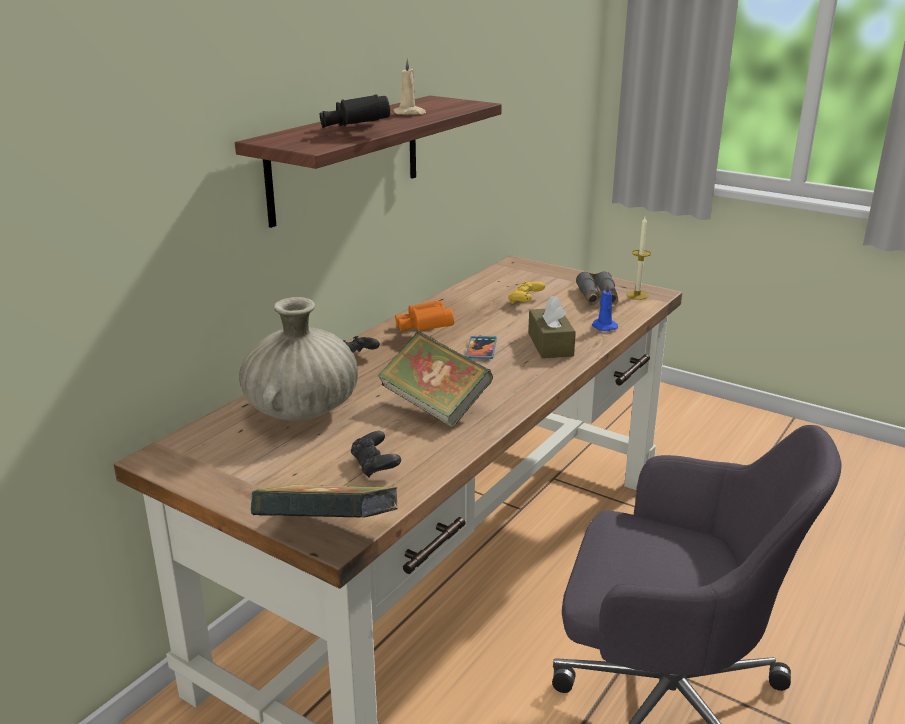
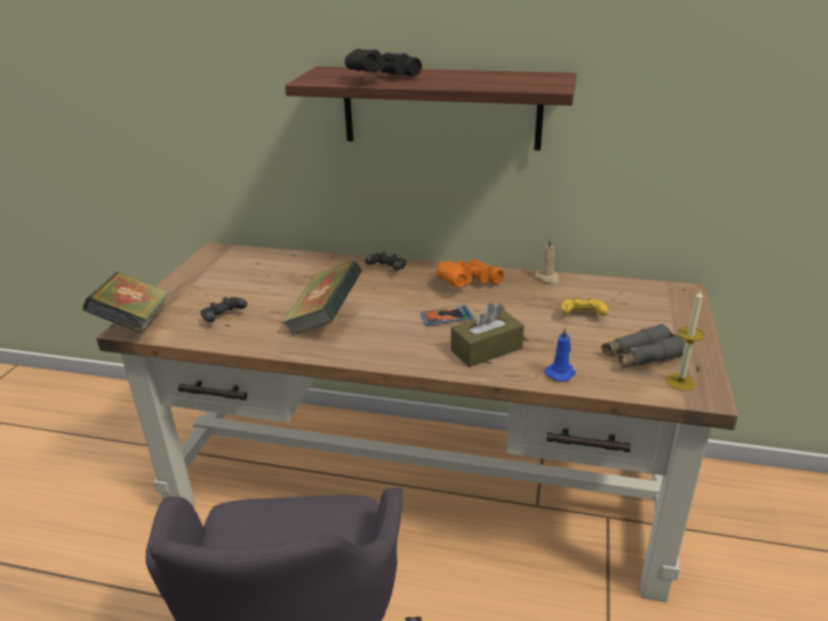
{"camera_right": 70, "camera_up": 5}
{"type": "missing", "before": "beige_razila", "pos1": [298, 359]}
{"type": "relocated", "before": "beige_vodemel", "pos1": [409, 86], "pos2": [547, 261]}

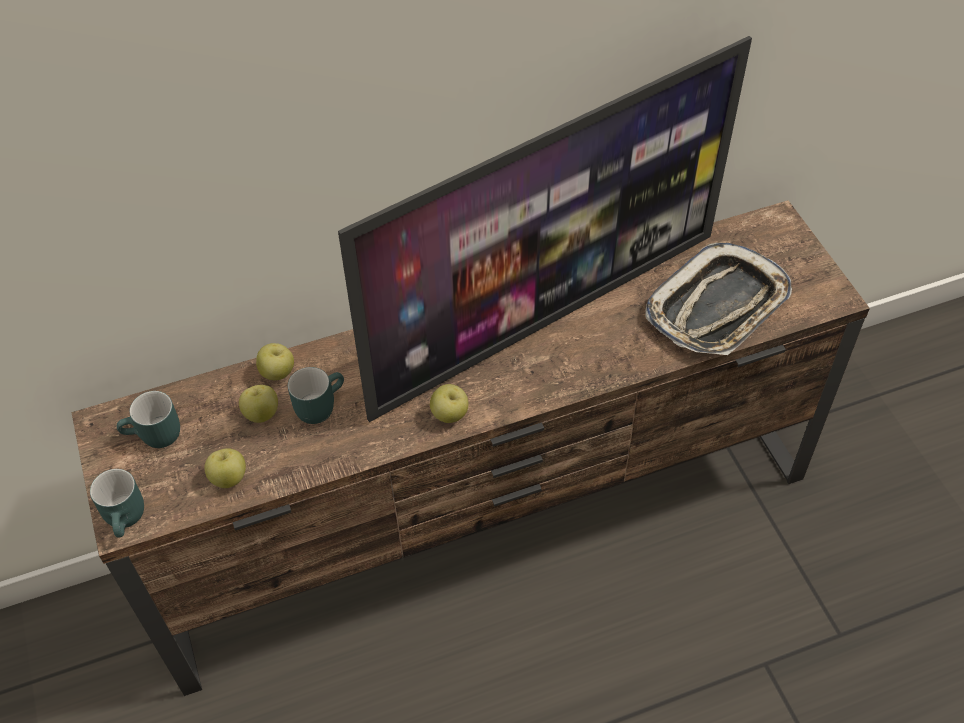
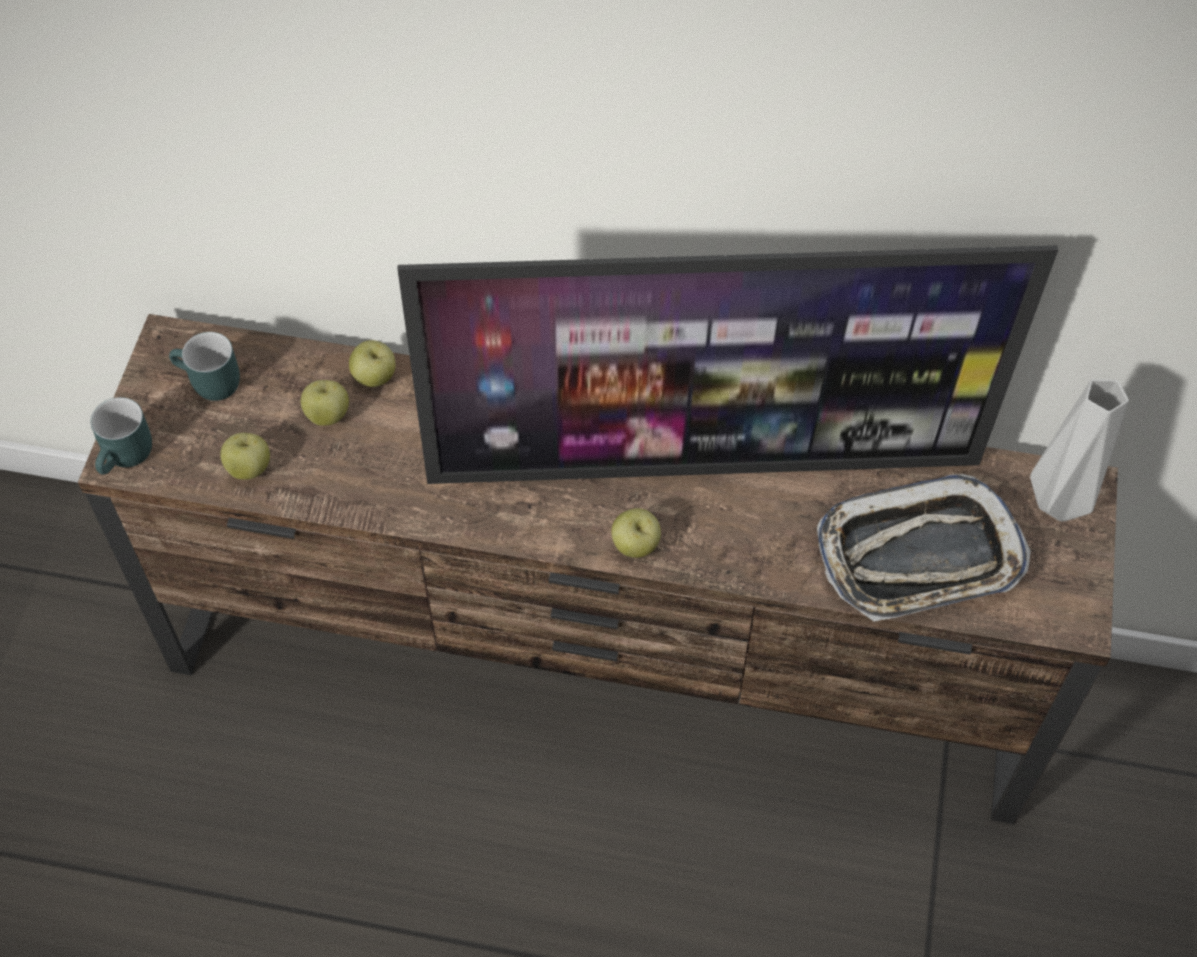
{"camera_right": 30, "camera_up": 5}
{"type": "missing", "before": "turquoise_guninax", "pos1": [316, 395]}
{"type": "relocated", "before": "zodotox", "pos1": [449, 403], "pos2": [636, 533]}
{"type": "appeared", "after": "grey_razila", "pos2": [1079, 450]}

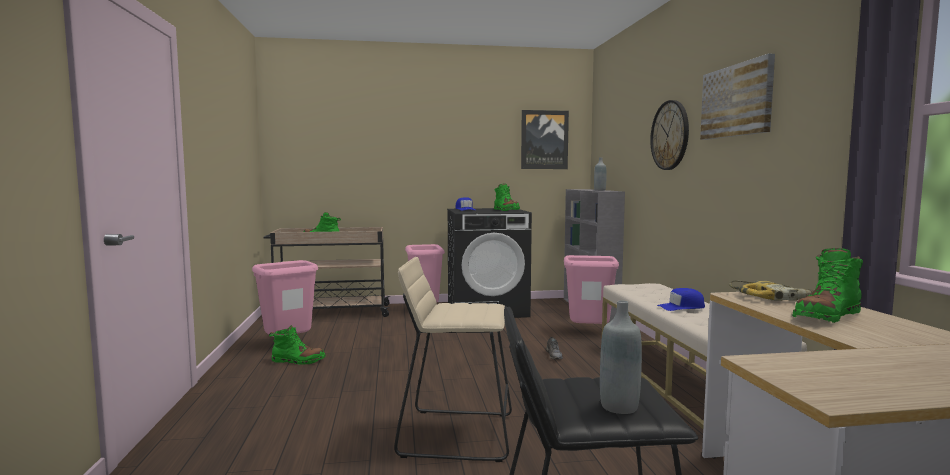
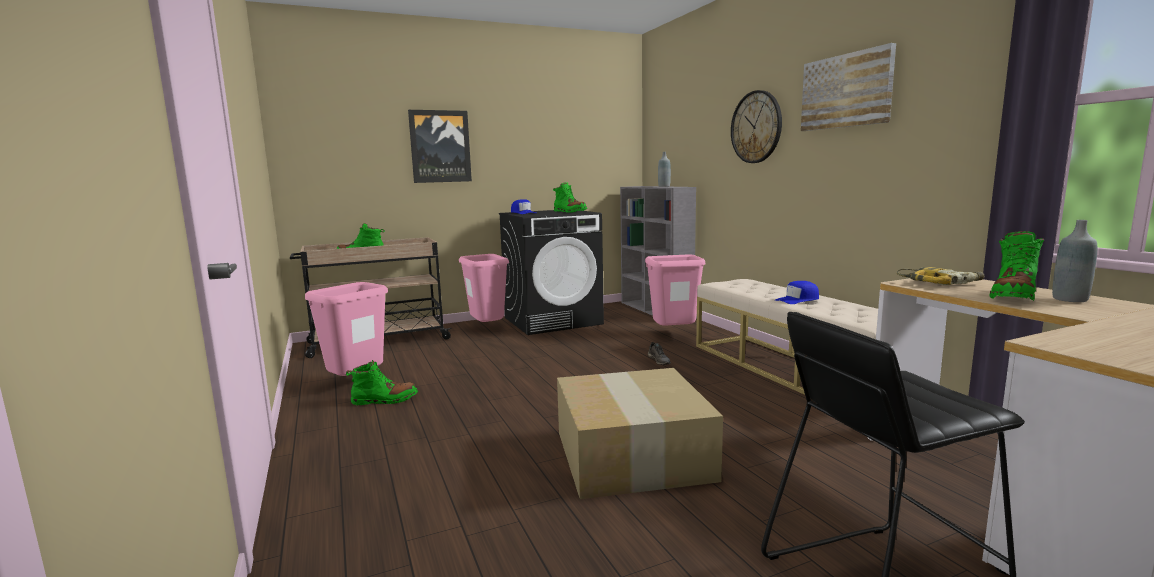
{"camera_right": -15, "camera_up": 5}
{"type": "exchanged", "before": "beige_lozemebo", "after": "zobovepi", "pos1": [453, 359], "pos2": [640, 433]}
{"type": "relocated", "before": "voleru", "pos1": [545, 139], "pos2": [440, 146]}
{"type": "relocated", "before": "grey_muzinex", "pos1": [621, 357], "pos2": [1074, 261]}

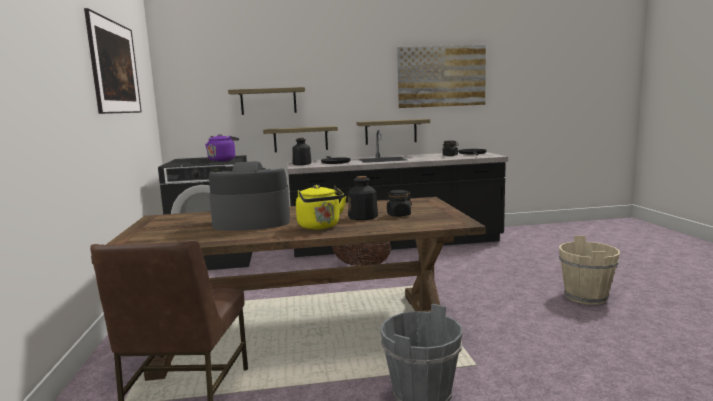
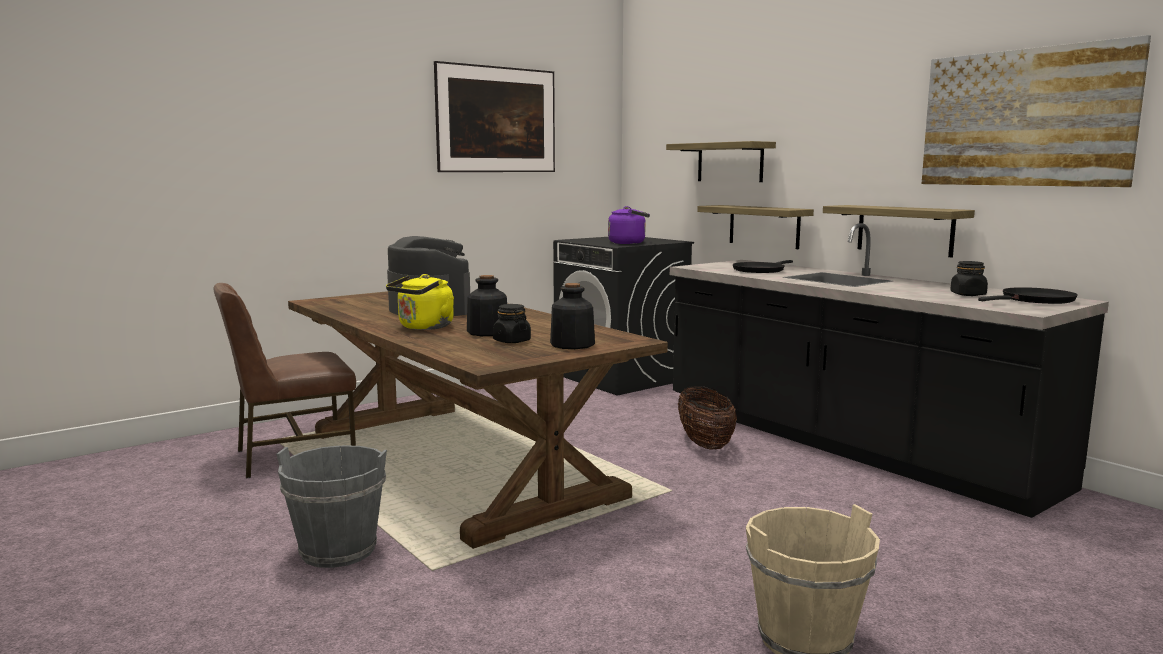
{"camera_right": 60, "camera_up": 0}
{"type": "relocated", "before": "muzinex", "pos1": [302, 151], "pos2": [572, 316]}

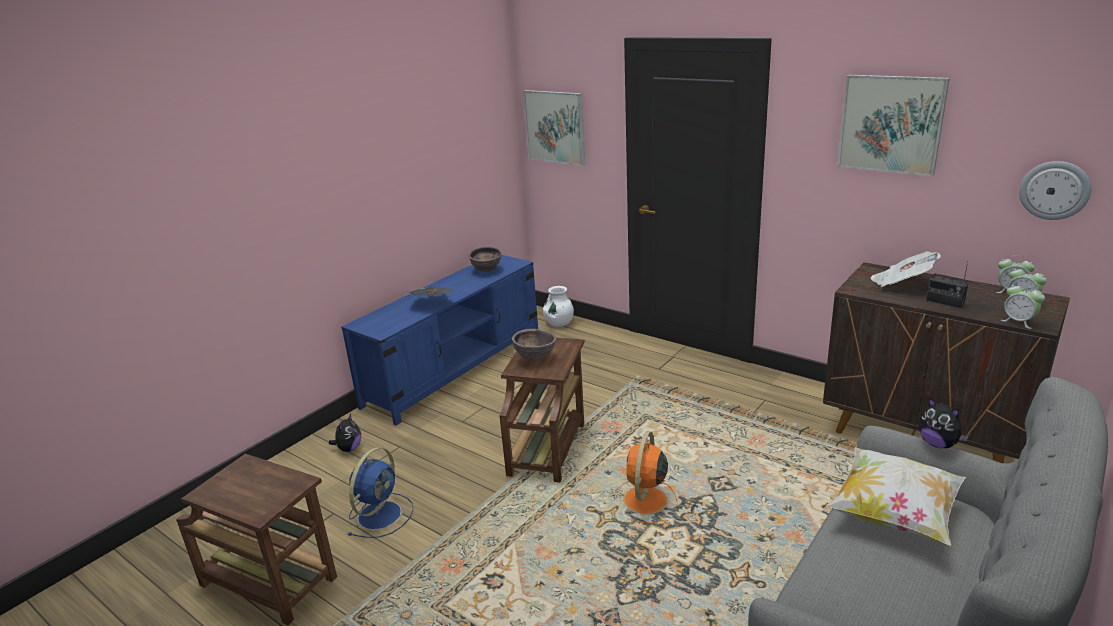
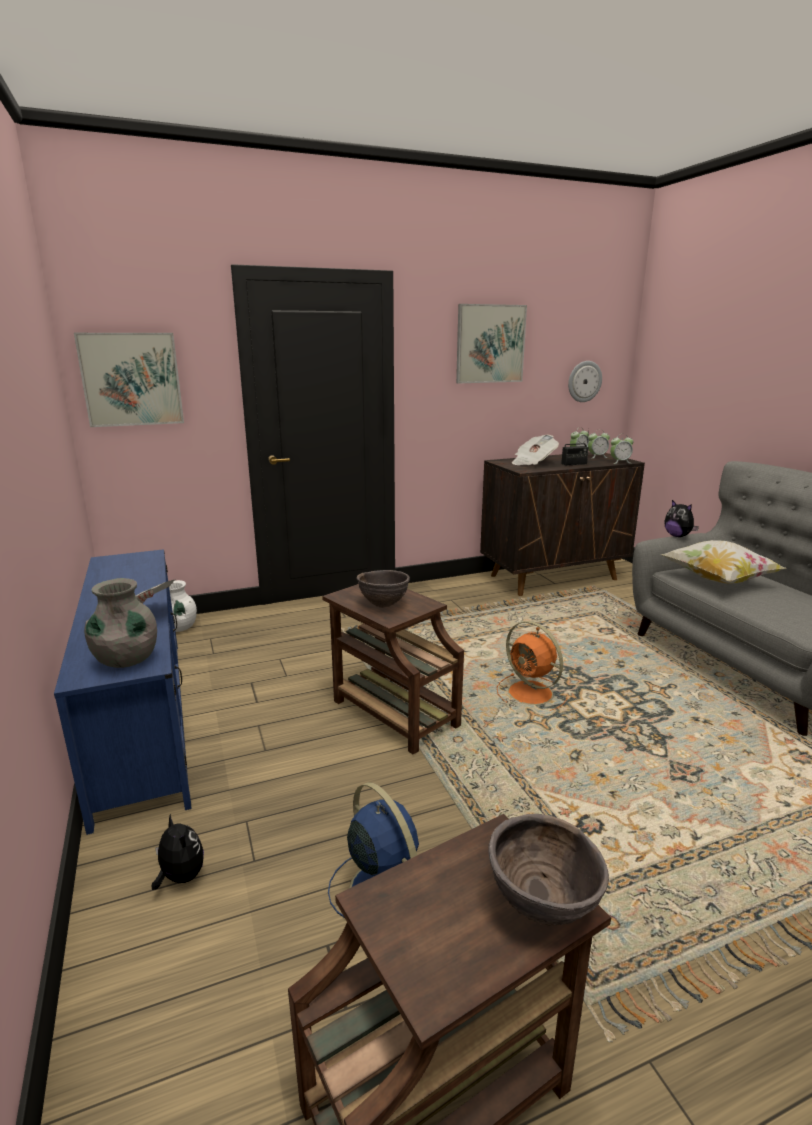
{"camera_right": -60, "camera_up": -5}
{"type": "relocated", "before": "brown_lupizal", "pos1": [485, 259], "pos2": [548, 870]}
{"type": "spun", "before": "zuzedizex", "pos1": [943, 422], "pos2": [681, 518], "turn": 60}
{"type": "appeared", "after": "grey_razila", "pos2": [120, 623]}

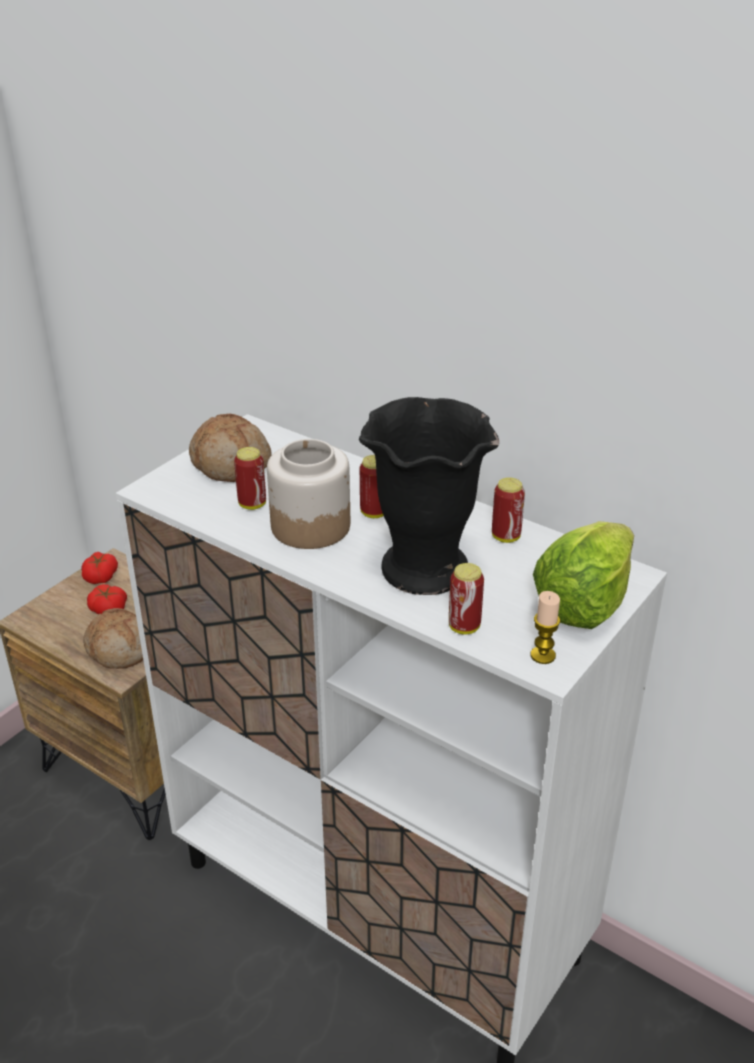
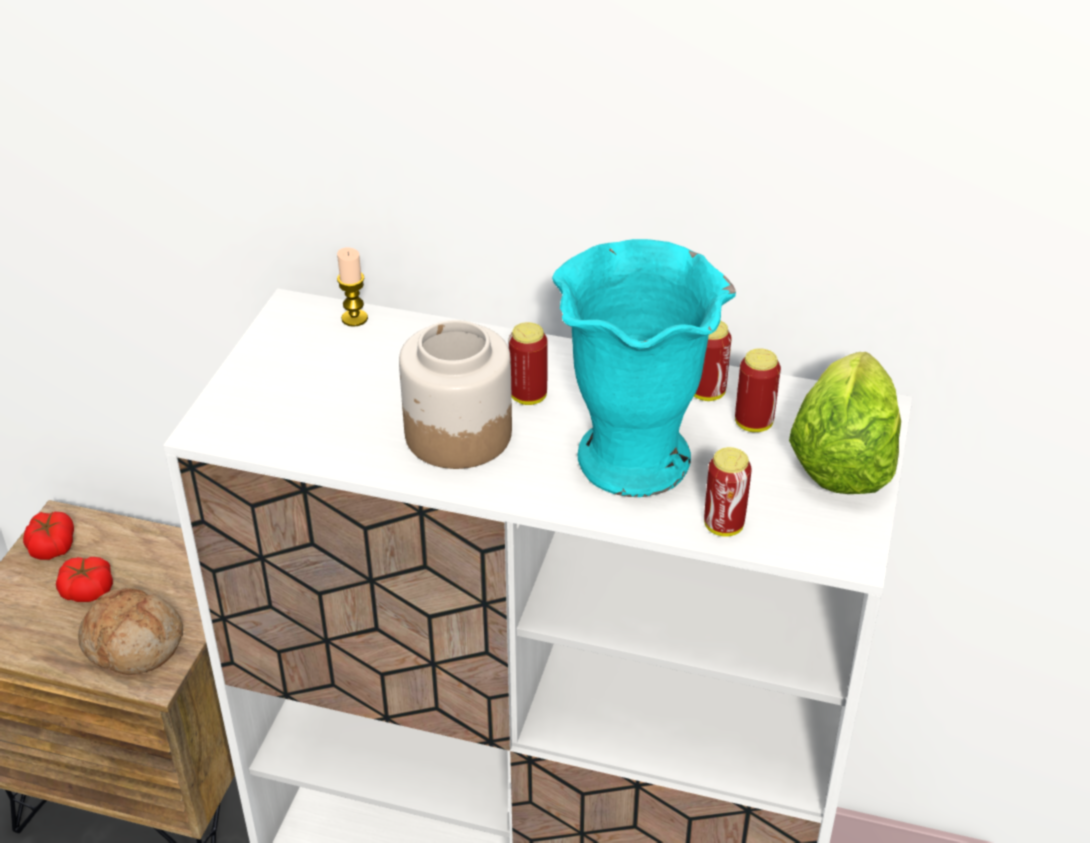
{"camera_right": -20, "camera_up": 5}
{"type": "missing", "before": "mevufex", "pos1": [230, 447]}
{"type": "relocated", "before": "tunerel", "pos1": [250, 478], "pos2": [758, 390]}
{"type": "colour", "before": "black_razila", "after": "turquoise_razila", "pos1": [429, 496], "pos2": [644, 368]}
{"type": "relocated", "before": "vodemel", "pos1": [545, 627], "pos2": [352, 287]}

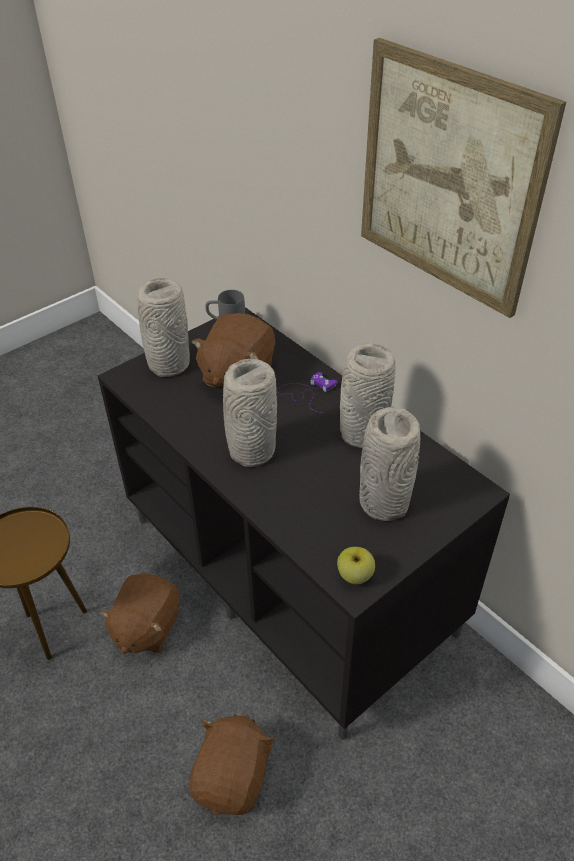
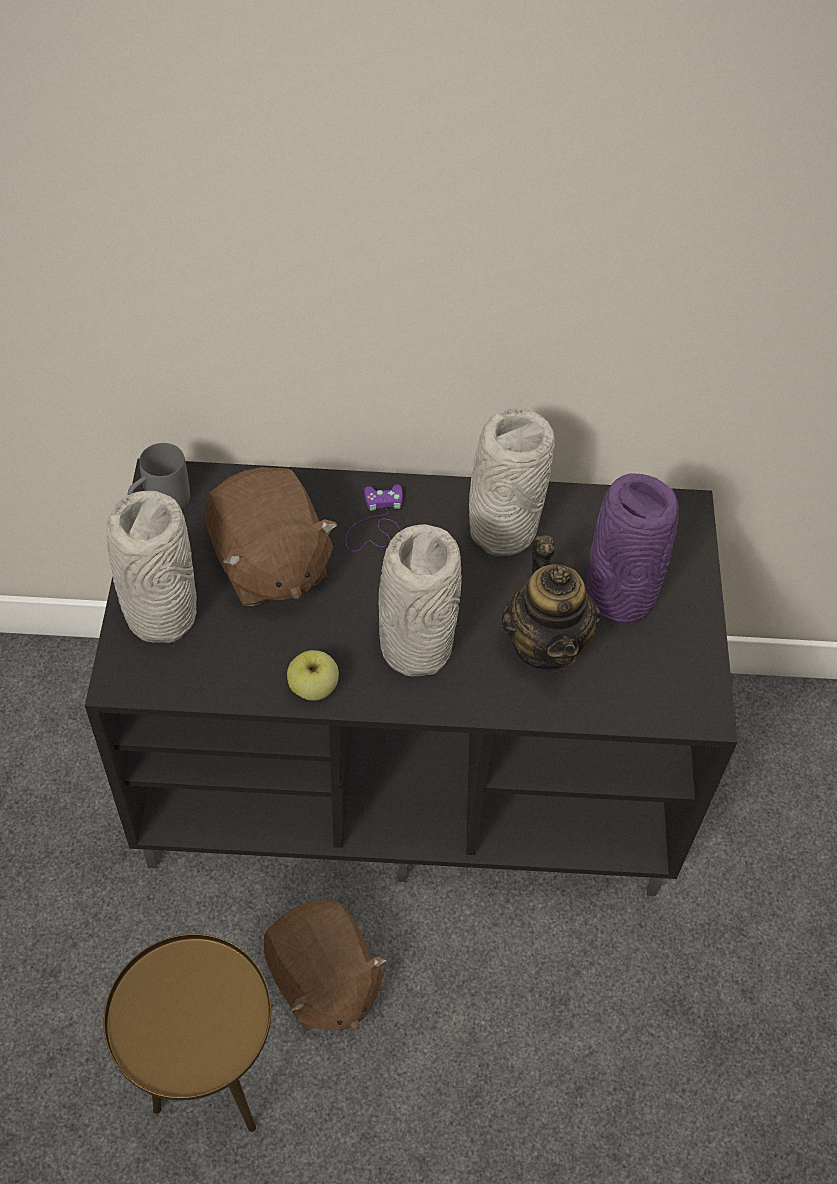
{"camera_right": -50, "camera_up": 10}
{"type": "missing", "before": "brown_zuzedizex", "pos1": [232, 765]}
{"type": "relocated", "before": "zodotox", "pos1": [356, 565], "pos2": [313, 675]}
{"type": "colour", "before": "grey_razila", "after": "purple_razila", "pos1": [389, 464], "pos2": [632, 548]}
{"type": "missing", "before": "voleru", "pos1": [463, 178]}
{"type": "appeared", "after": "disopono", "pos2": [550, 603]}

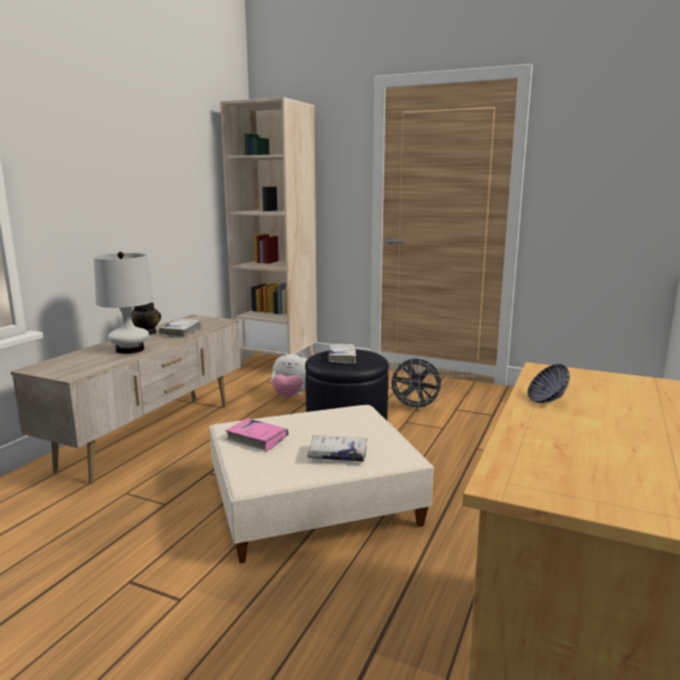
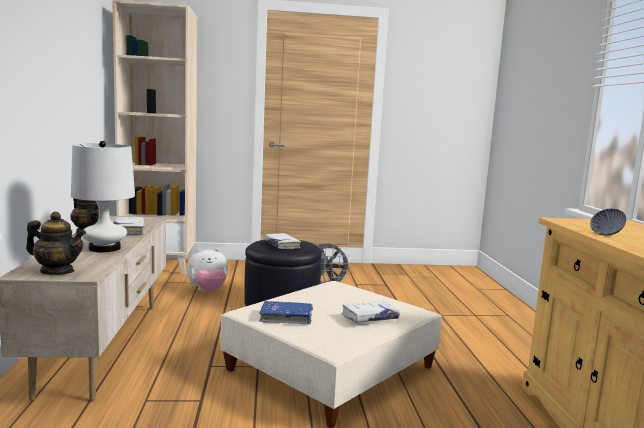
{"camera_right": -30, "camera_up": -5}
{"type": "colour", "before": "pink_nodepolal", "after": "blue_nodepolal", "pos1": [257, 434], "pos2": [286, 312]}
{"type": "appeared", "after": "disopono", "pos2": [56, 243]}

